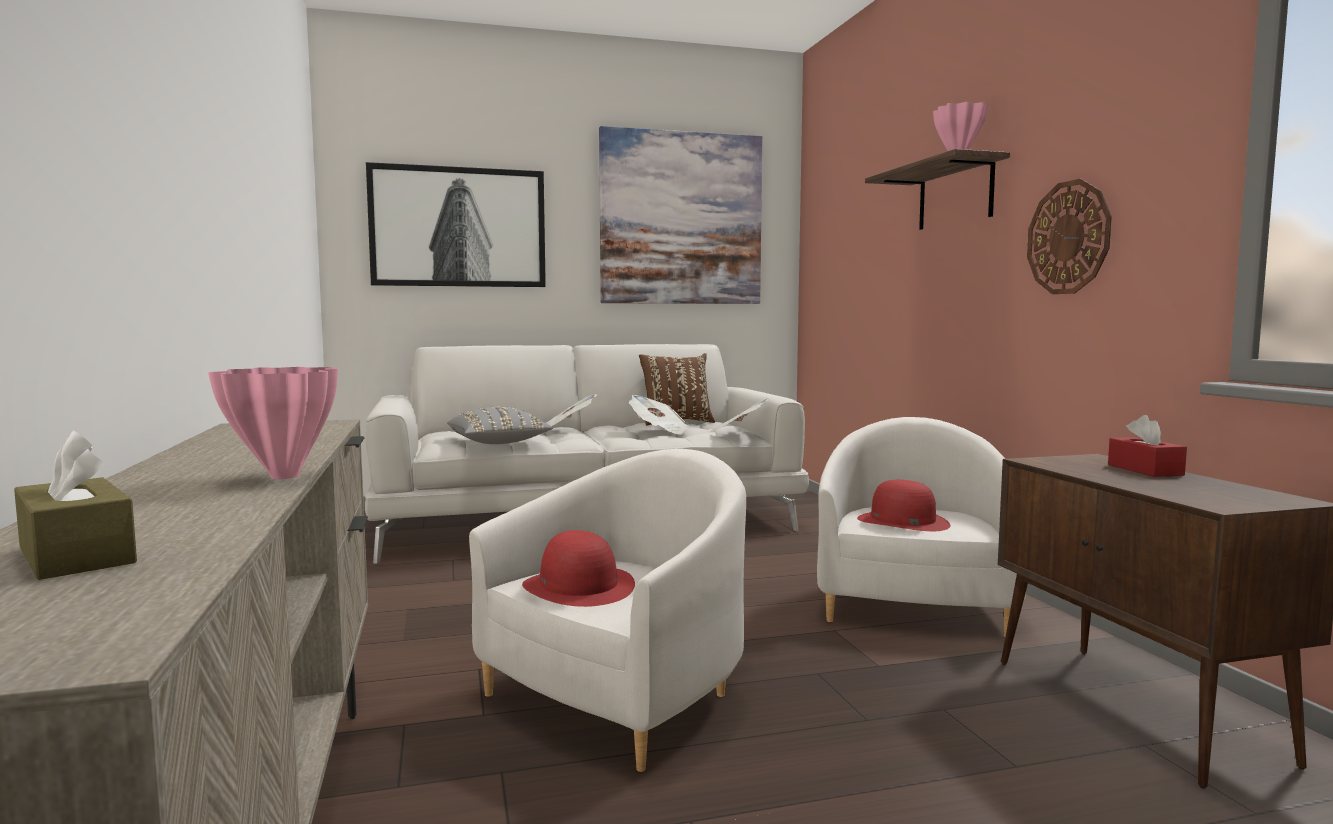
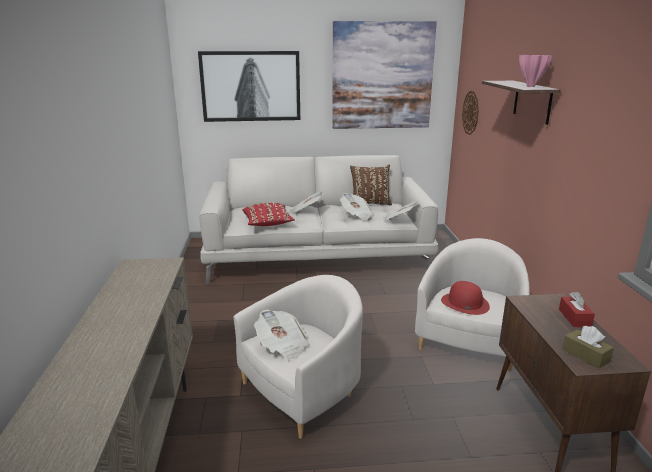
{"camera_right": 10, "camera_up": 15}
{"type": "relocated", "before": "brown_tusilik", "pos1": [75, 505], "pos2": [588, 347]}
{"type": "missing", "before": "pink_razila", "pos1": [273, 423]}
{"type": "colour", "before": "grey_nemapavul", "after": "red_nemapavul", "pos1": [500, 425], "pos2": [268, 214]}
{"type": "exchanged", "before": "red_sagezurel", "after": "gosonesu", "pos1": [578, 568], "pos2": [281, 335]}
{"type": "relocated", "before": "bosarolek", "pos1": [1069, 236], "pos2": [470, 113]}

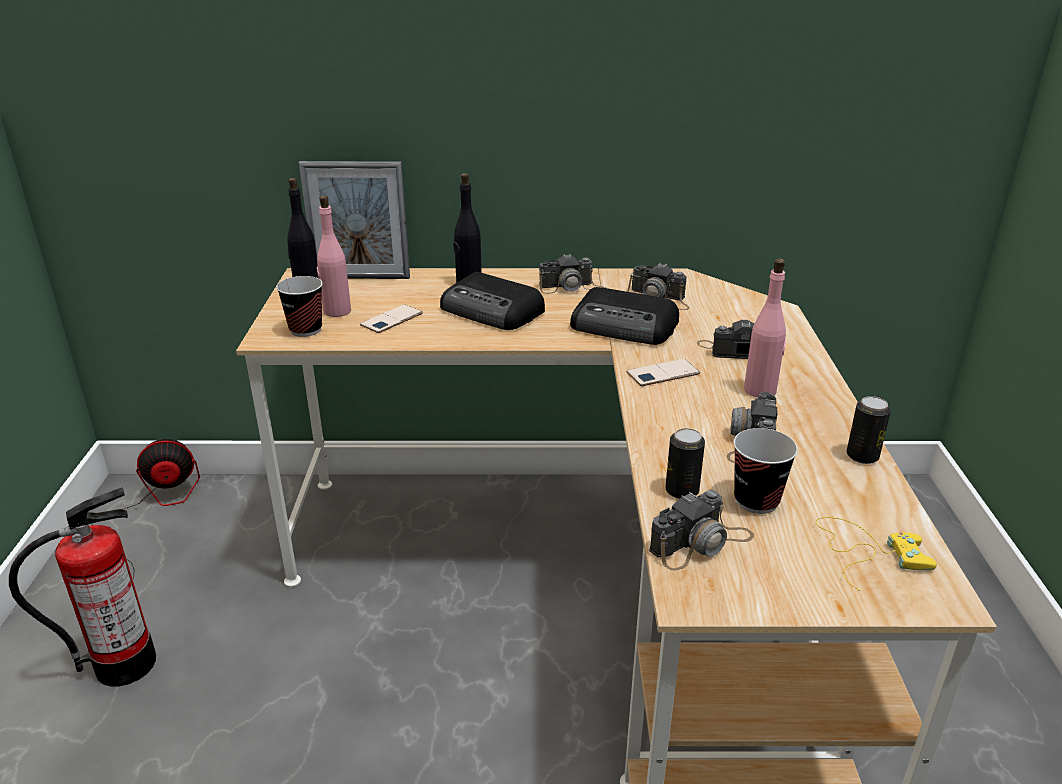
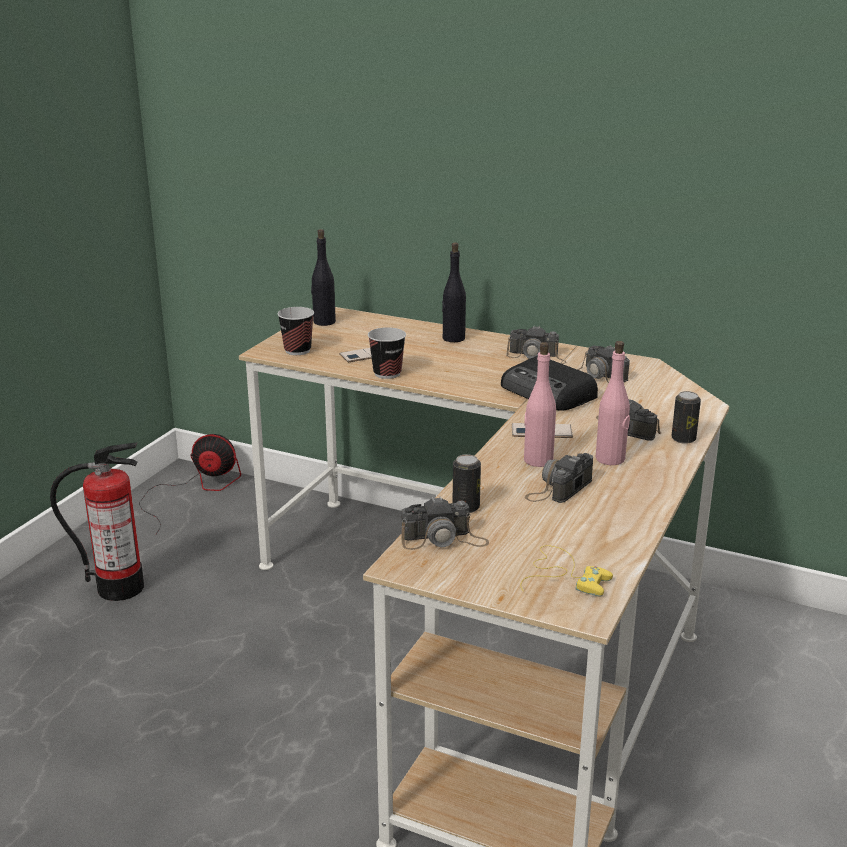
{"camera_right": 25, "camera_up": -5}
{"type": "missing", "before": "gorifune", "pos1": [354, 220]}
{"type": "relocated", "before": "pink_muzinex", "pos1": [334, 256], "pos2": [540, 404]}
{"type": "missing", "before": "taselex", "pos1": [492, 301]}
{"type": "relocated", "before": "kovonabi", "pos1": [766, 471], "pos2": [387, 353]}
{"type": "relocated", "before": "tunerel", "pos1": [869, 430], "pos2": [686, 417]}

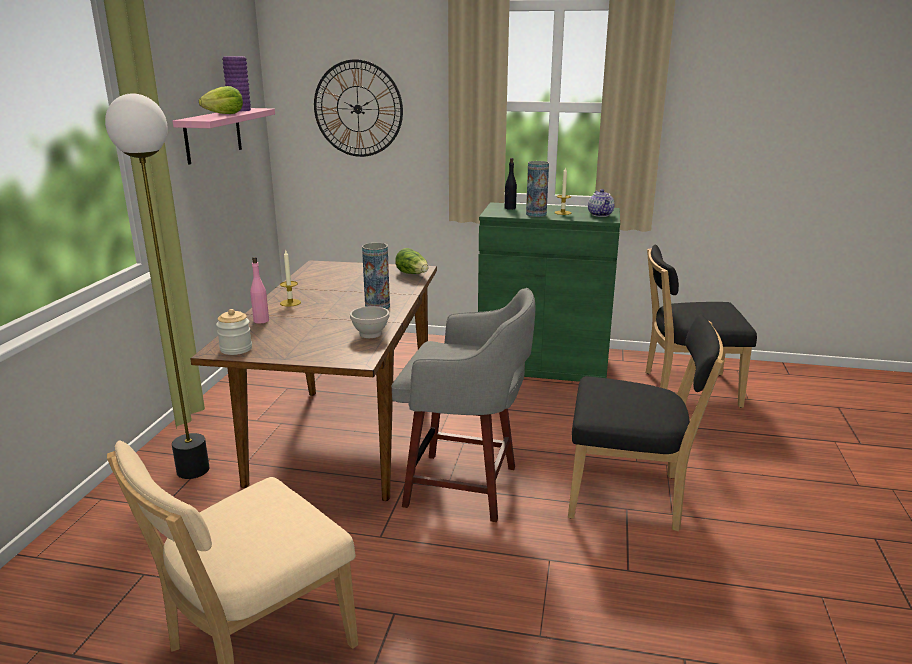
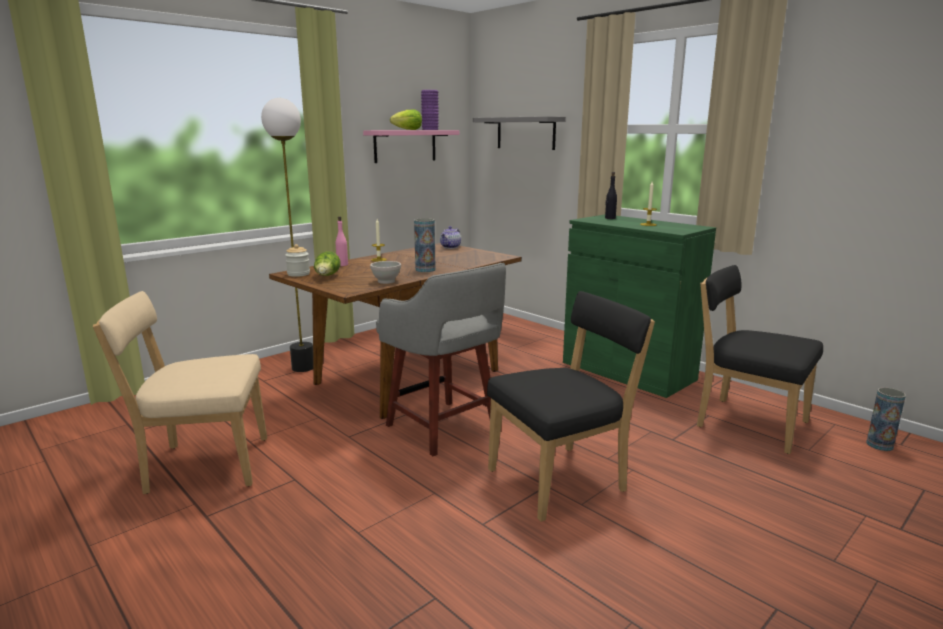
{"camera_right": 35, "camera_up": -5}
{"type": "exchanged", "before": "bosarolek", "after": "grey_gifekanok", "pos1": [358, 108], "pos2": [519, 133]}
{"type": "relocated", "before": "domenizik", "pos1": [411, 261], "pos2": [327, 263]}
{"type": "relocated", "before": "razila", "pos1": [537, 189], "pos2": [886, 419]}
{"type": "spun", "before": "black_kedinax", "pos1": [646, 422], "pos2": [571, 406], "turn": -75}
{"type": "relocated", "before": "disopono", "pos1": [601, 203], "pos2": [450, 237]}

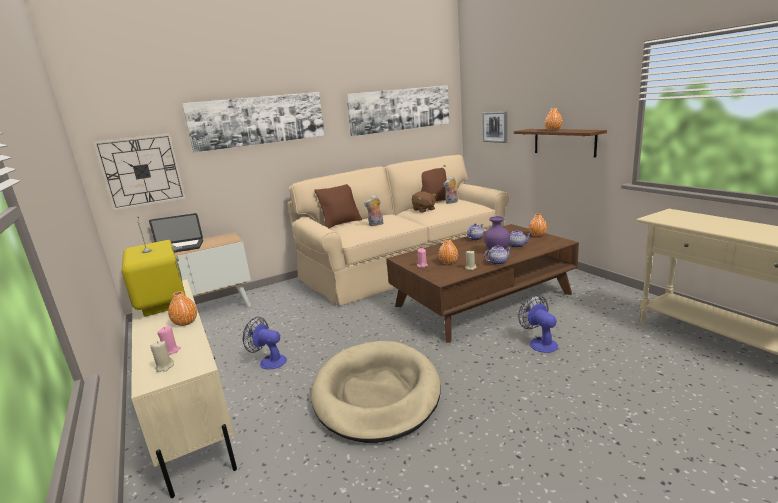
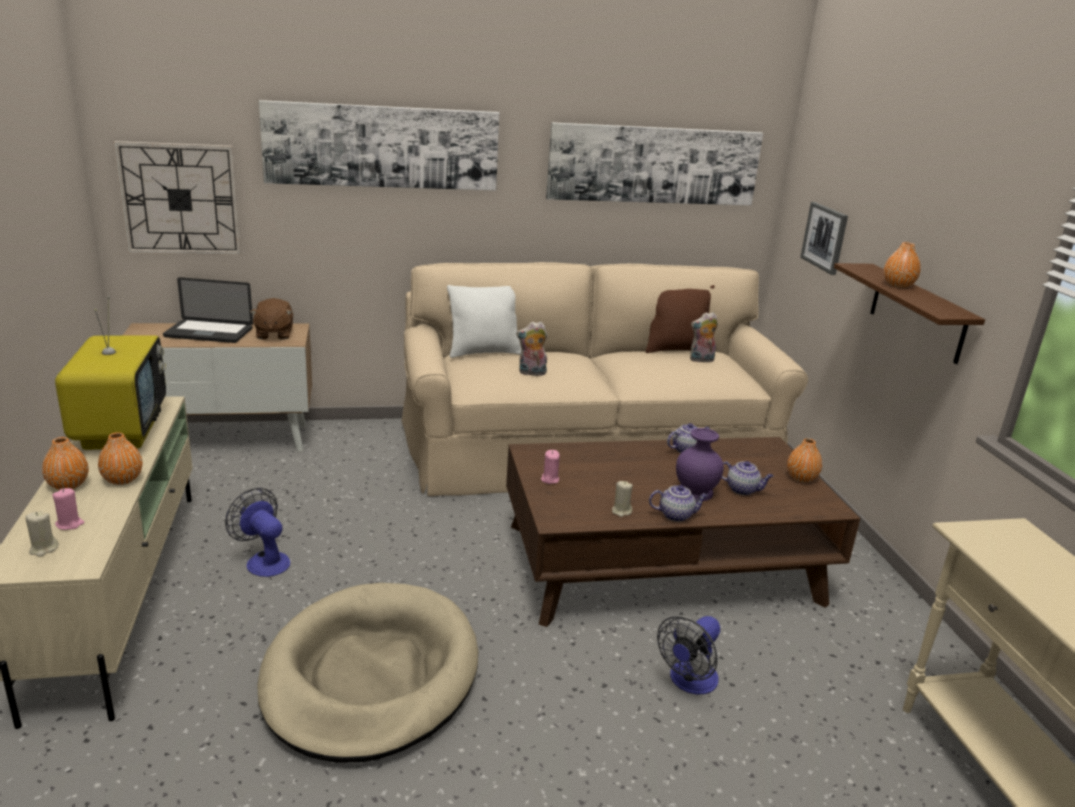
{"camera_right": 15, "camera_up": 5}
{"type": "colour", "before": "brown_nemapavul", "after": "white_nemapavul", "pos1": [338, 205], "pos2": [484, 321]}
{"type": "relocated", "before": "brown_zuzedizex", "pos1": [424, 201], "pos2": [271, 318]}
{"type": "relocated", "before": "orange_razila", "pos1": [448, 251], "pos2": [65, 463]}
{"type": "spun", "before": "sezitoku", "pos1": [538, 324], "pos2": [688, 655], "turn": -135}

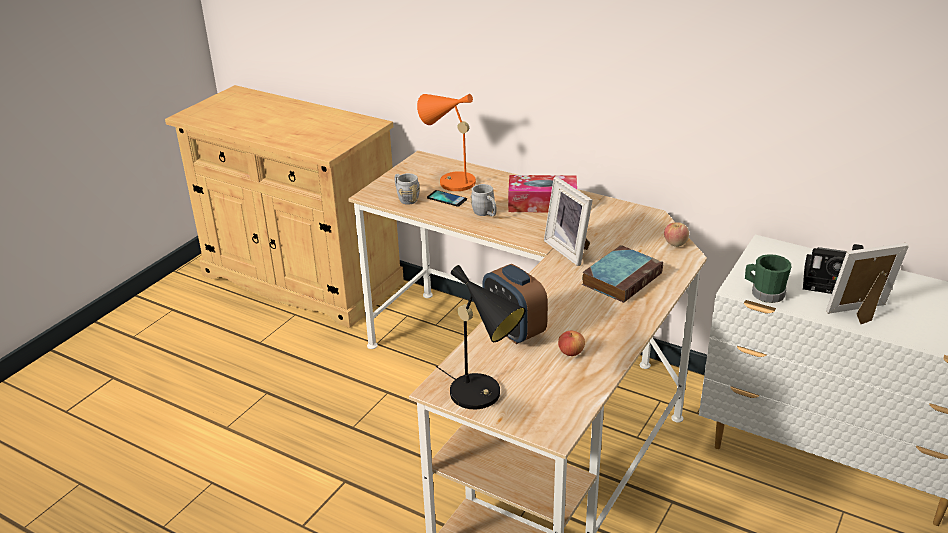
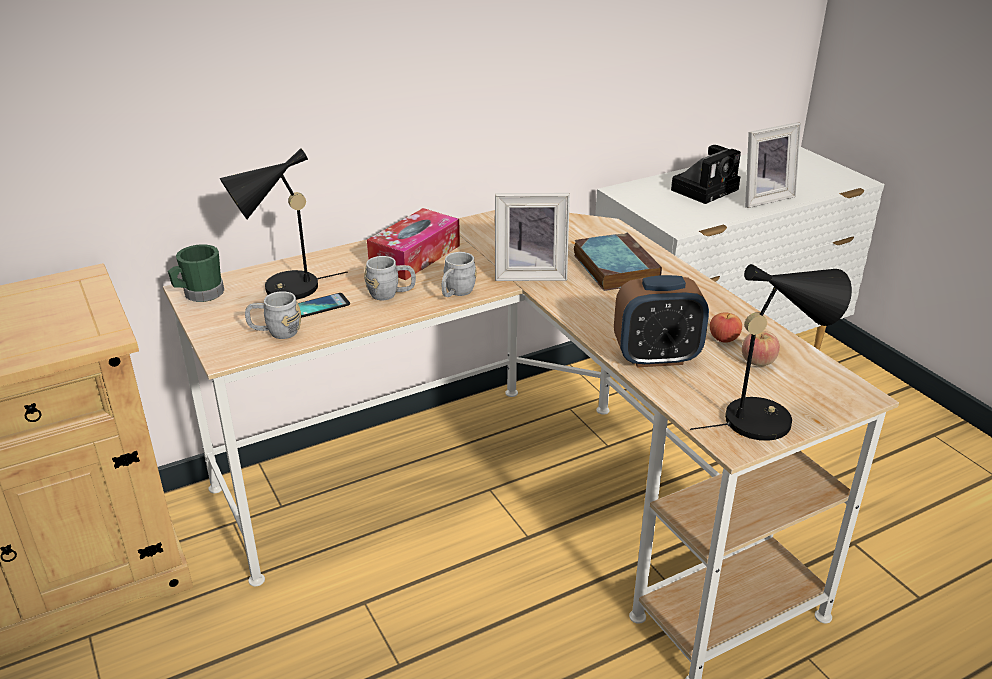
{"camera_right": -60, "camera_up": 0}
{"type": "colour", "before": "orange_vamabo", "after": "black_vamabo", "pos1": [446, 142], "pos2": [283, 224]}
{"type": "relocated", "before": "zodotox", "pos1": [676, 234], "pos2": [761, 348]}
{"type": "relocated", "before": "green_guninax", "pos1": [768, 278], "pos2": [196, 273]}
{"type": "spun", "before": "gorifune", "pos1": [867, 283], "pos2": [773, 165], "turn": -135}
{"type": "appeared", "after": "grey_guninax", "pos2": [459, 274]}

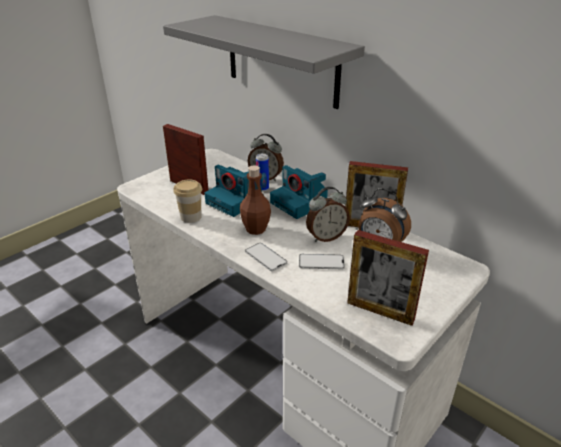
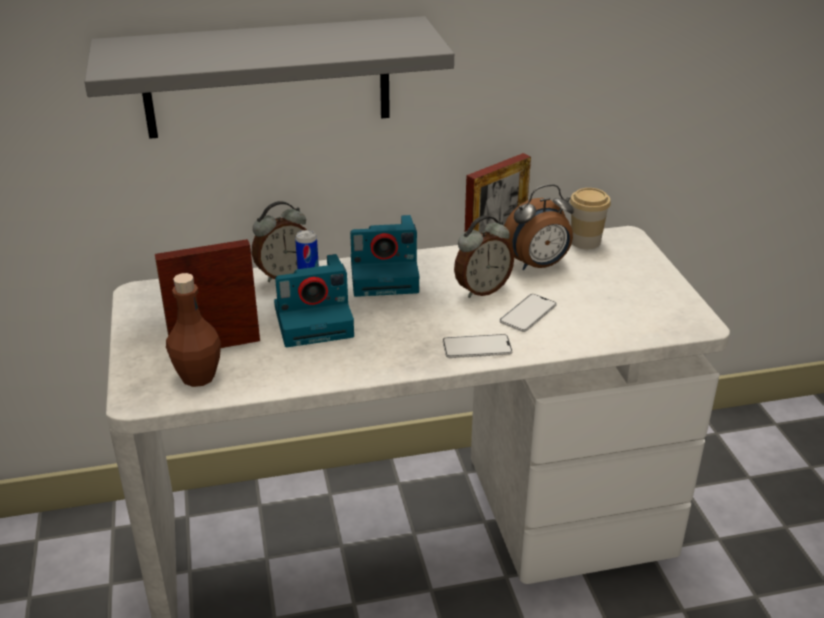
{"camera_right": -55, "camera_up": 0}
{"type": "relocated", "before": "kovonabi", "pos1": [187, 201], "pos2": [590, 218]}
{"type": "relocated", "before": "brown_muzinex", "pos1": [255, 200], "pos2": [193, 330]}
{"type": "spun", "before": "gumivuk", "pos1": [328, 214], "pos2": [484, 256], "turn": 45}
{"type": "missing", "before": "gorifune", "pos1": [388, 278]}

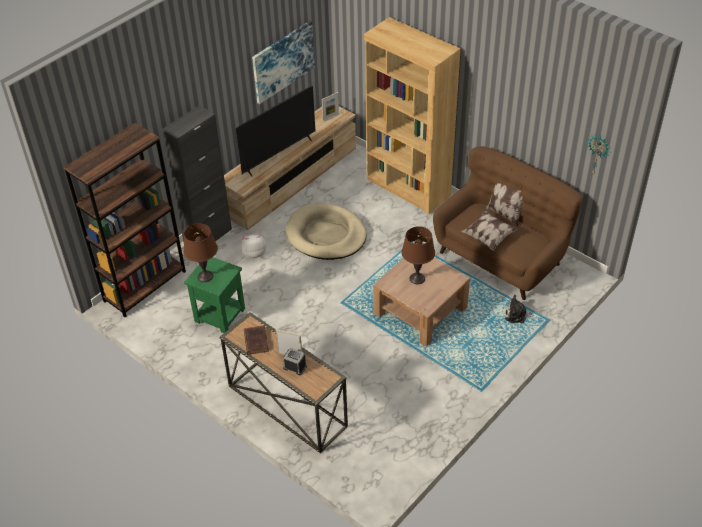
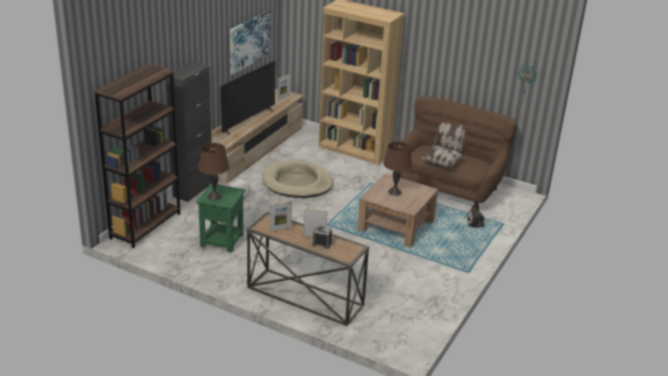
{"camera_right": -15, "camera_up": -15}
{"type": "exchanged", "before": "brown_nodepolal", "after": "gorifune", "pos1": [256, 340], "pos2": [281, 216]}

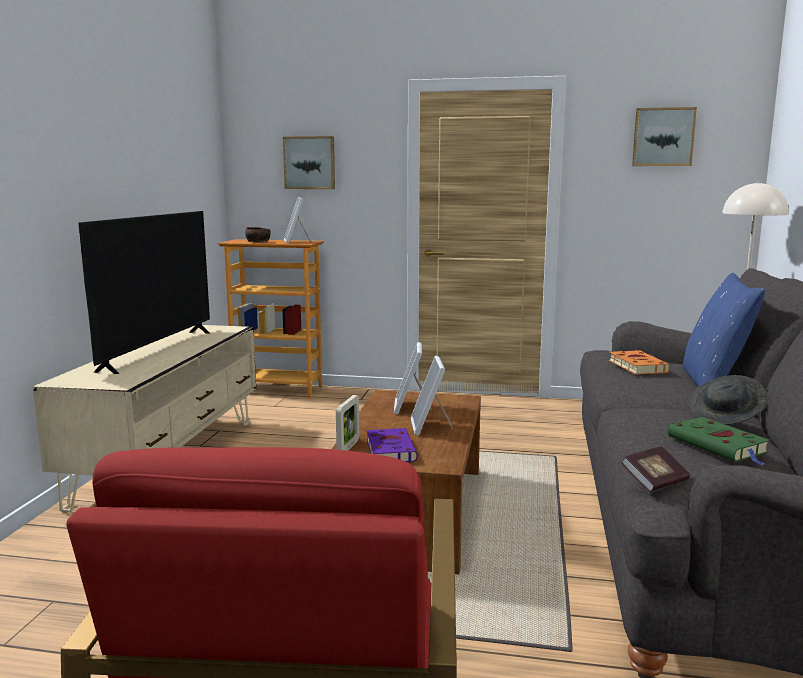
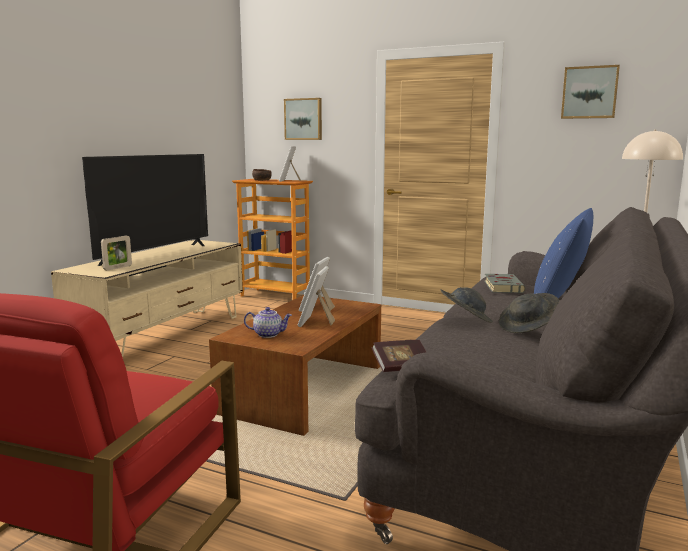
{"camera_right": 15, "camera_up": 0}
{"type": "relocated", "before": "gorifune", "pos1": [347, 423], "pos2": [116, 253]}
{"type": "exchanged", "before": "purple_nodepolal", "after": "disopono", "pos1": [392, 445], "pos2": [268, 322]}
{"type": "colour", "before": "orange_nodepolal", "after": "grey_nodepolal", "pos1": [639, 362], "pos2": [505, 283]}
{"type": "missing", "before": "green_nodepolal", "pos1": [719, 441]}
{"type": "appeared", "after": "grey_sagezurel", "pos2": [467, 305]}

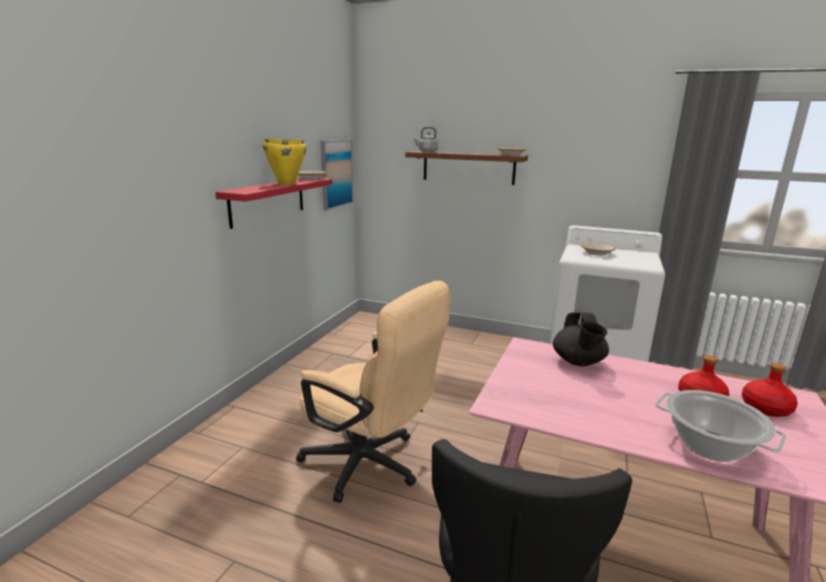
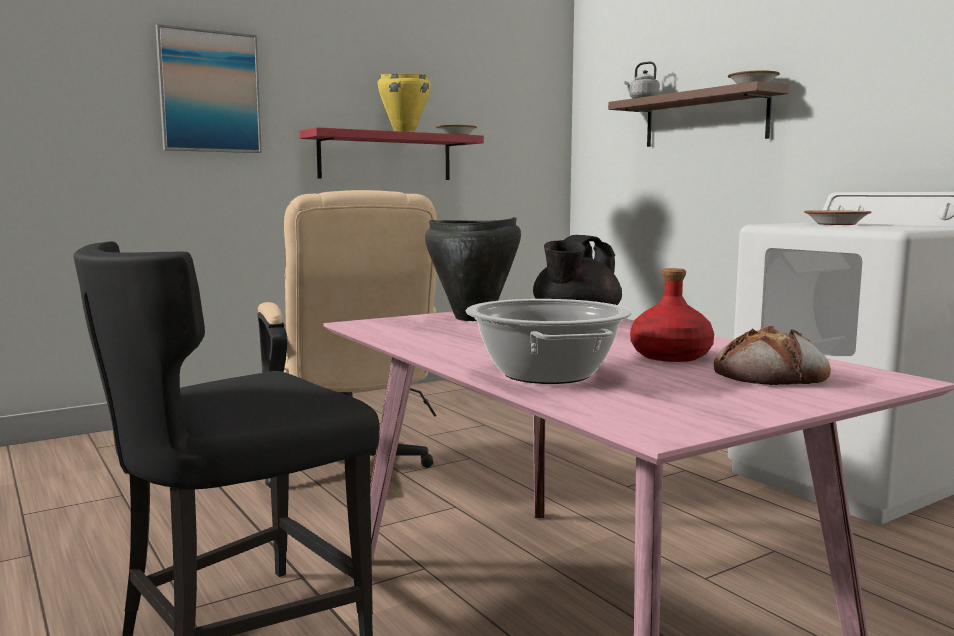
{"camera_right": 35, "camera_up": -10}
{"type": "relocated", "before": "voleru", "pos1": [336, 175], "pos2": [208, 88]}
{"type": "exchanged", "before": "red_muzinex", "after": "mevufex", "pos1": [770, 390], "pos2": [772, 355]}
{"type": "appeared", "after": "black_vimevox", "pos2": [473, 269]}

